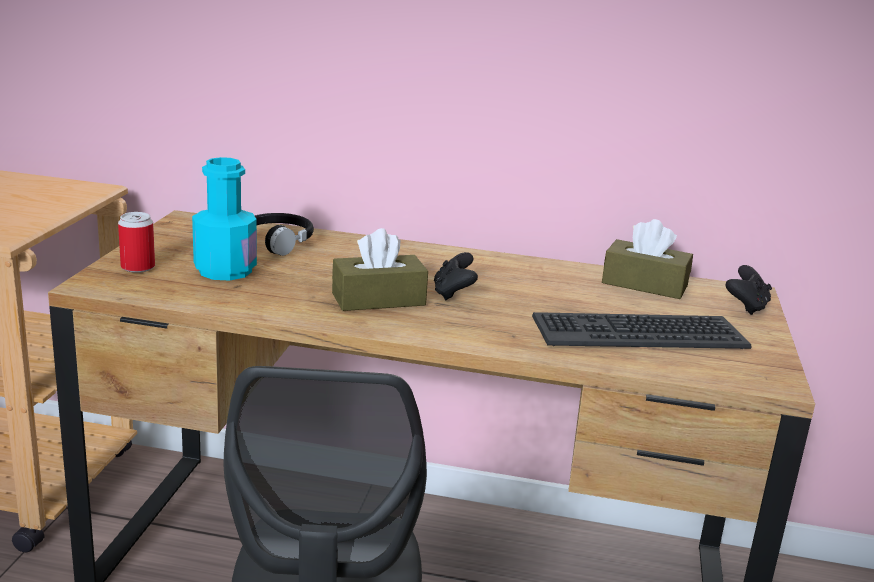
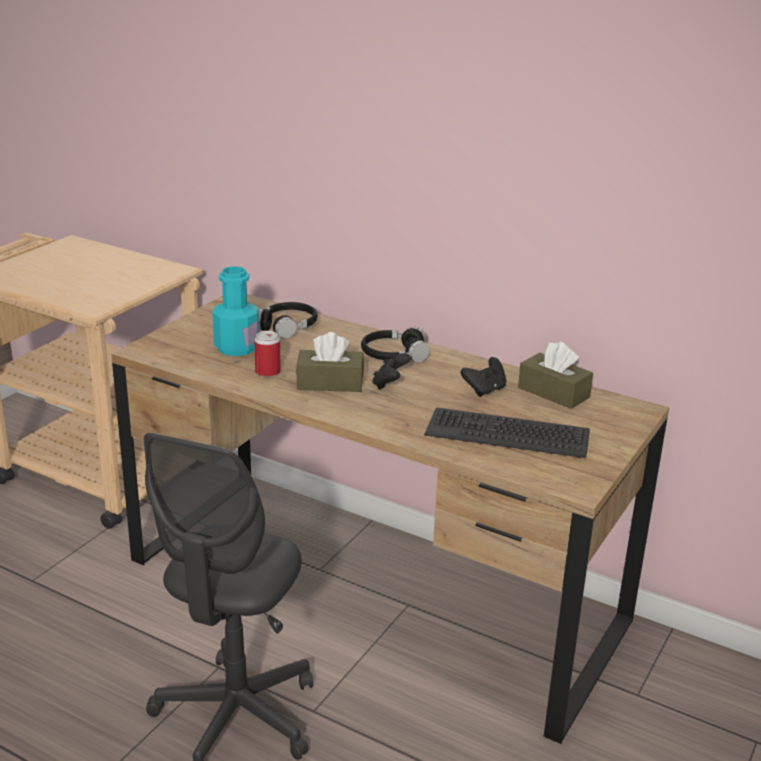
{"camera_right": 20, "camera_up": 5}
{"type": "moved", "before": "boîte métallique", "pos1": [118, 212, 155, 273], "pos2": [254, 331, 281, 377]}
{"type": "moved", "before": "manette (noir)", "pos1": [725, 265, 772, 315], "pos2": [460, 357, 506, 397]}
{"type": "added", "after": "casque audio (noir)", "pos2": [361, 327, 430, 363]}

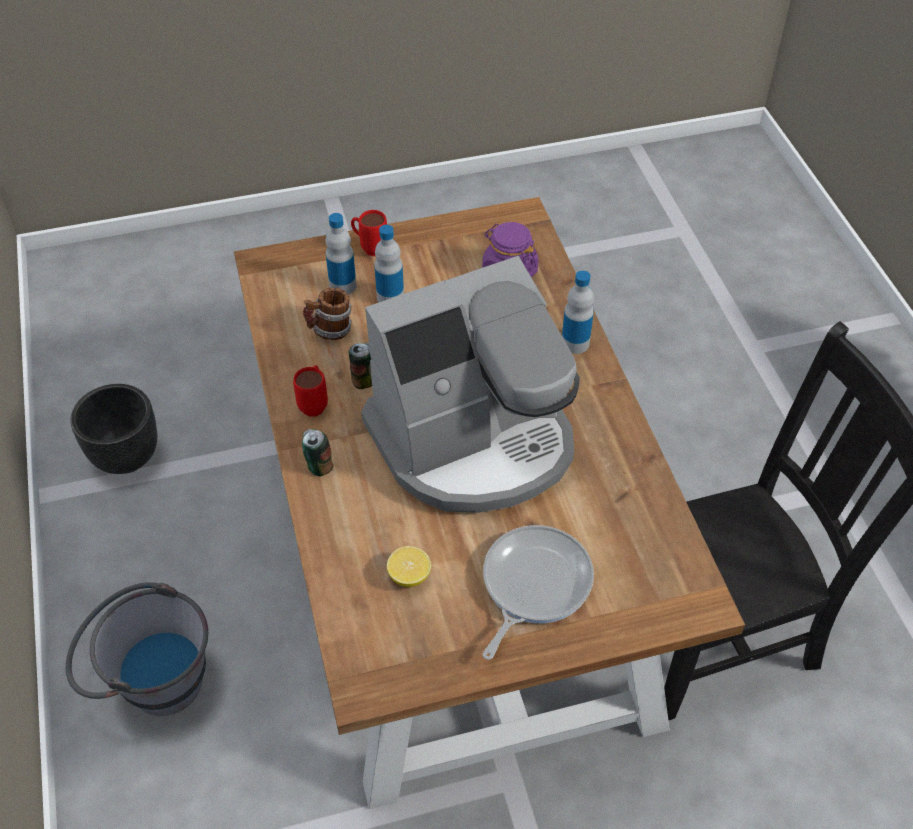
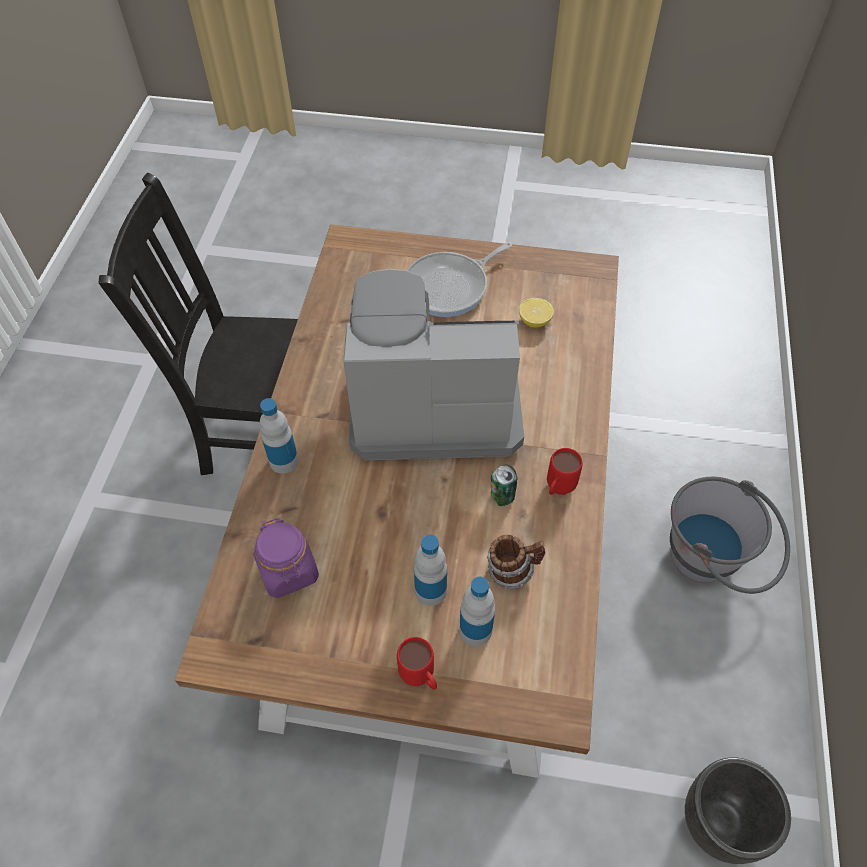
{"camera_right": -155, "camera_up": 5}
{"type": "removed", "before": "boîte métallique", "pos1": [302, 429, 333, 476]}

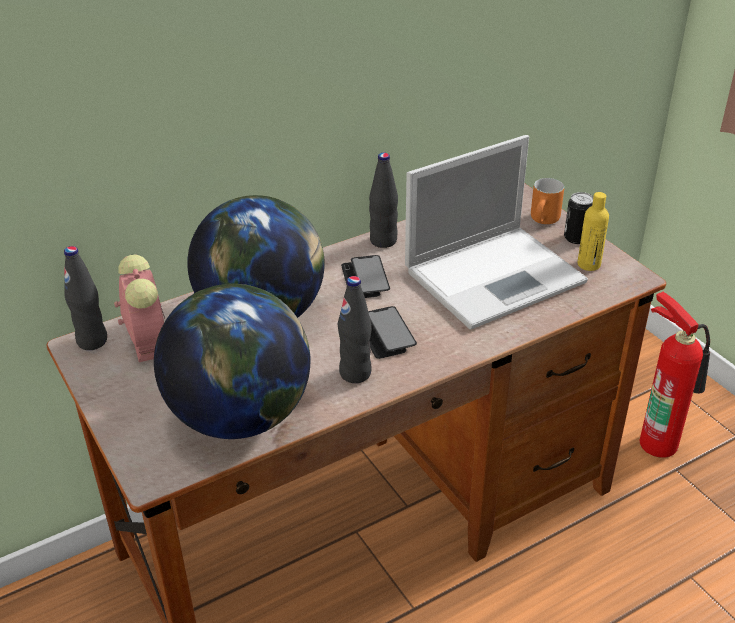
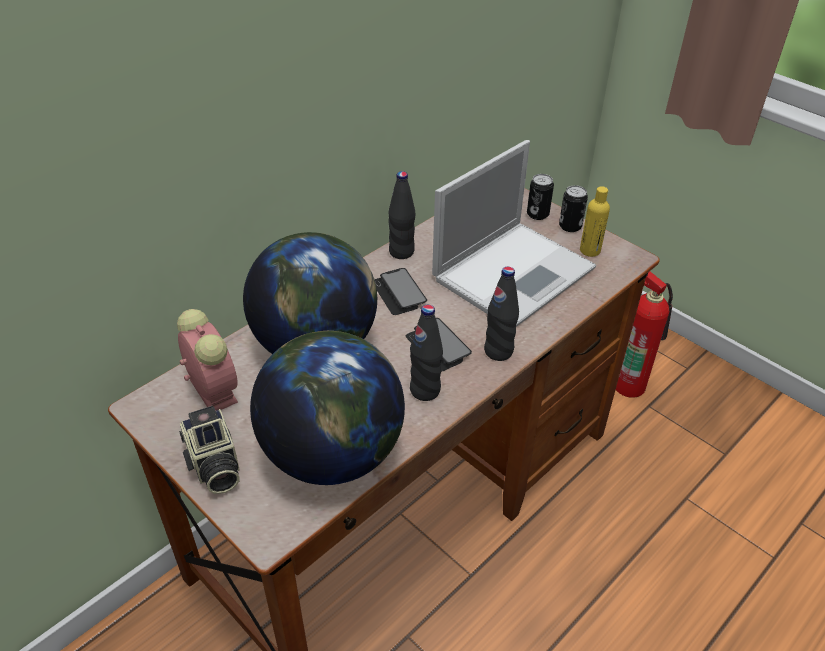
{"camera_right": -15, "camera_up": 5}
{"type": "moved", "before": "bouteille (noir)", "pos1": [64, 246, 107, 350], "pos2": [484, 267, 519, 361]}
{"type": "replaced", "before": "mug (orange)", "after": "boîte métallique", "pos1": [531, 178, 564, 224], "pos2": [527, 174, 554, 220]}
{"type": "added", "after": "appareil photo", "pos2": [179, 406, 240, 494]}

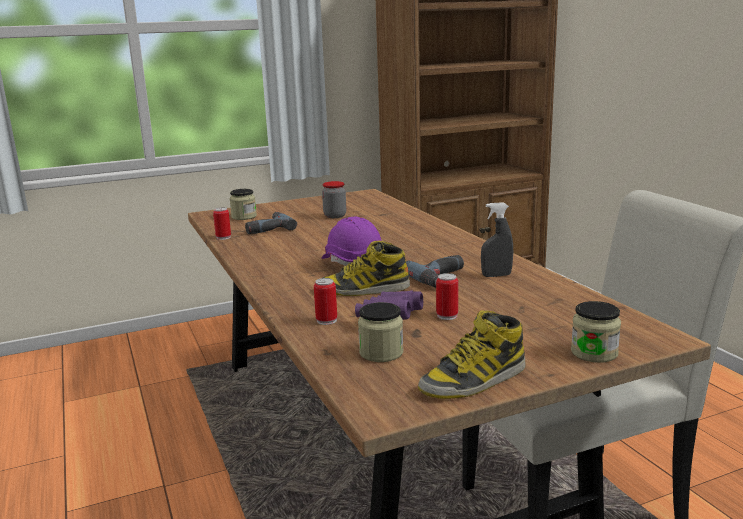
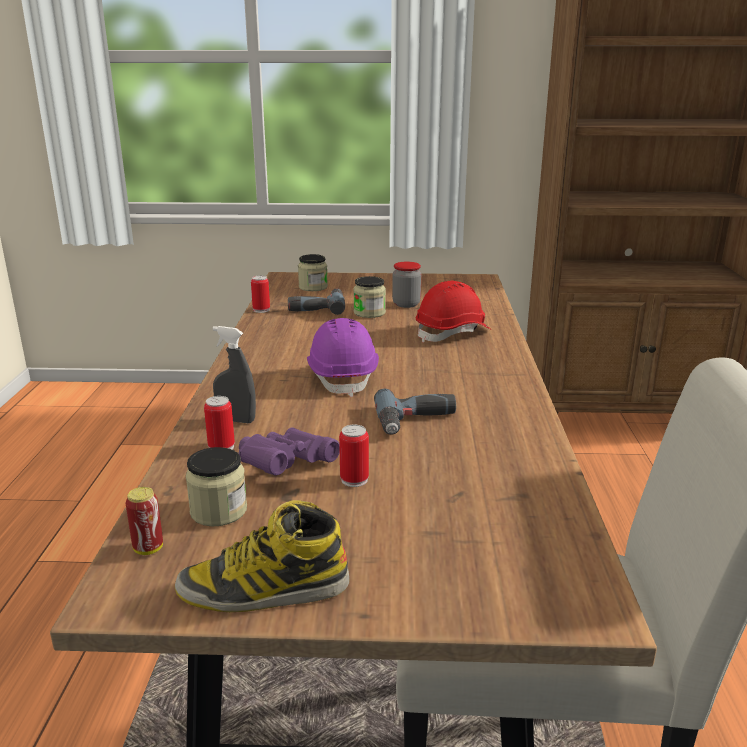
{"camera_right": 25, "camera_up": 5}
{"type": "removed", "before": "botte", "pos1": [323, 241, 410, 296]}
{"type": "moved", "before": "vaporisateur (gris)", "pos1": [481, 202, 513, 277], "pos2": [213, 326, 256, 423]}
{"type": "moved", "before": "bocal", "pos1": [571, 301, 621, 363], "pos2": [353, 276, 386, 318]}
{"type": "added", "after": "boîte métallique", "pos2": [126, 487, 163, 555]}
{"type": "added", "after": "casque de chantier (rouge)", "pos2": [416, 281, 491, 343]}

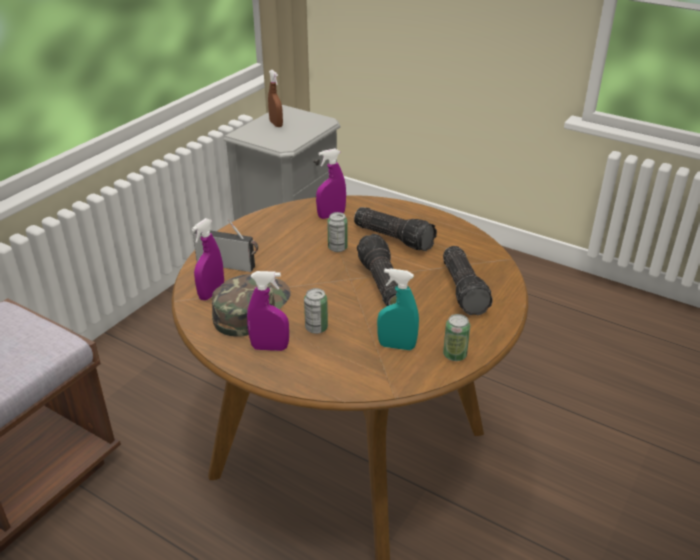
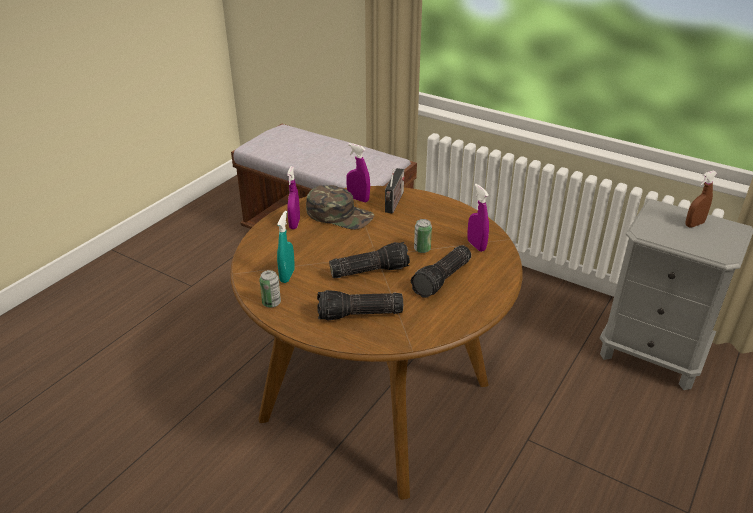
{"camera_right": 90, "camera_up": 0}
{"type": "removed", "before": "boîte métallique", "pos1": [304, 288, 328, 334]}

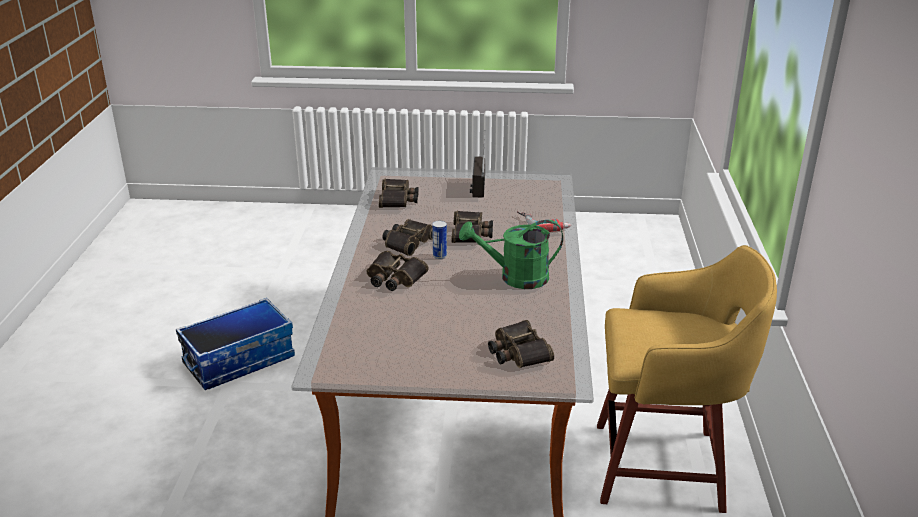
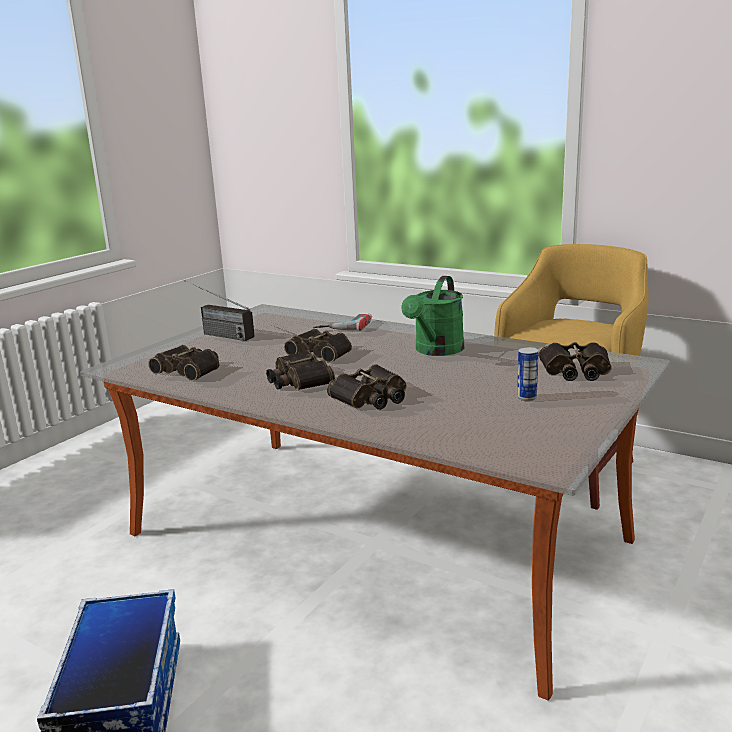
{"camera_right": -60, "camera_up": -10}
{"type": "moved", "before": "boîte métallique", "pos1": [432, 221, 447, 259], "pos2": [517, 347, 539, 401]}

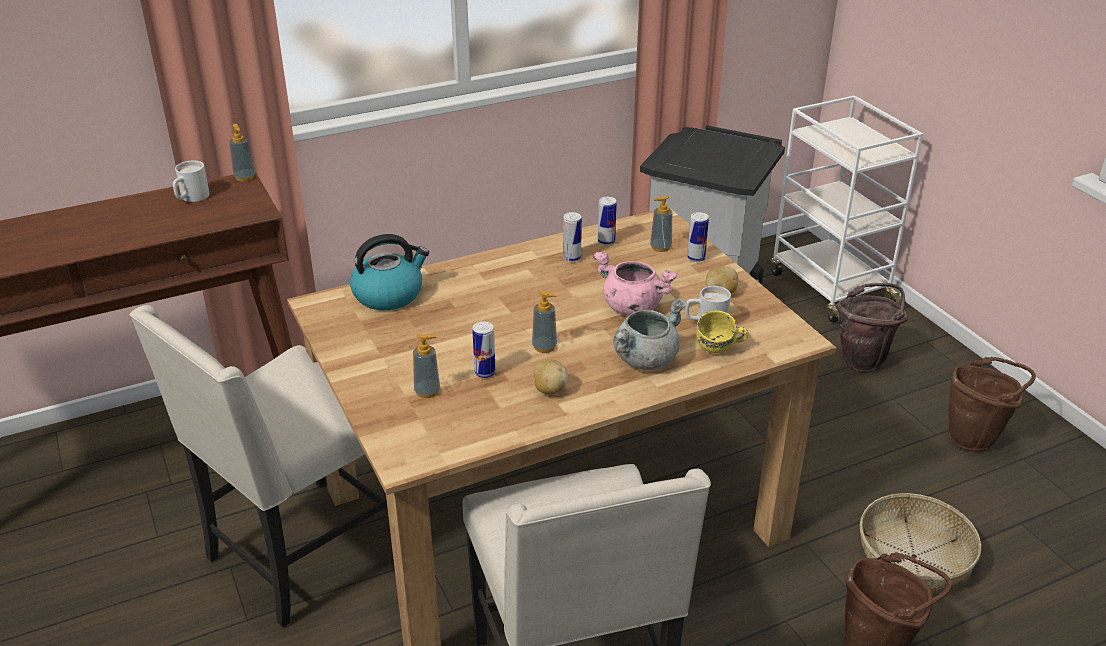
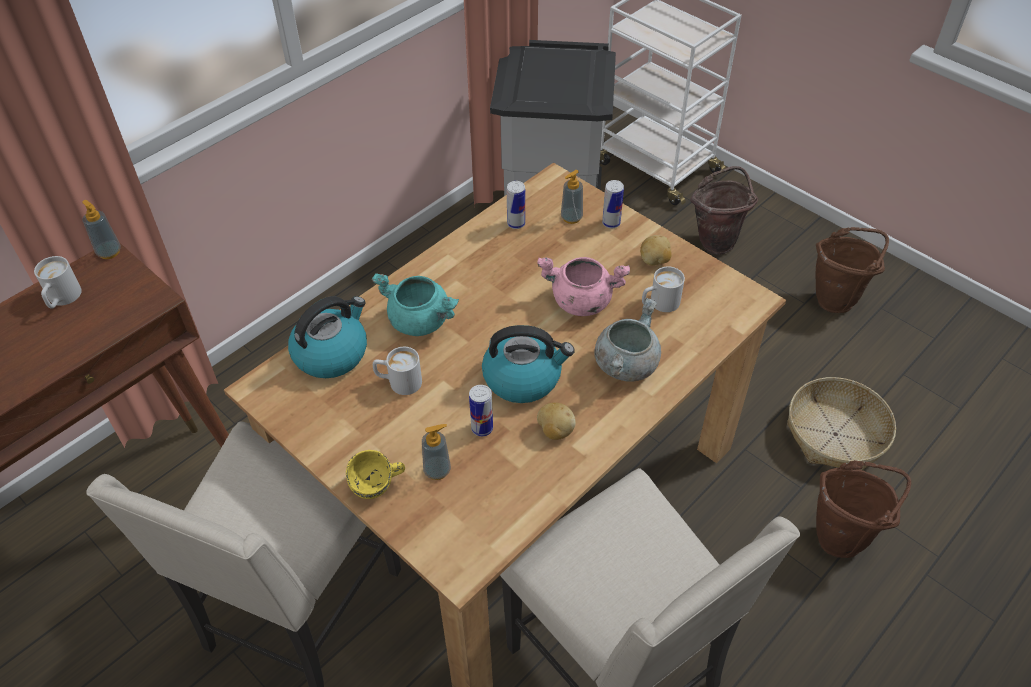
{"camera_right": -20, "camera_up": 15}
{"type": "replaced", "before": "distributeur de savon", "after": "bouilloire", "pos1": [532, 291, 557, 353], "pos2": [482, 325, 575, 403]}
{"type": "removed", "before": "boîte métallique", "pos1": [563, 212, 582, 262]}
{"type": "moved", "before": "mug (jaune)", "pos1": [696, 311, 748, 353], "pos2": [346, 450, 405, 499]}
{"type": "added", "after": "marmite (turquoise)", "pos2": [372, 273, 459, 336]}
{"type": "added", "after": "mug (blanc)", "pos2": [373, 347, 422, 395]}

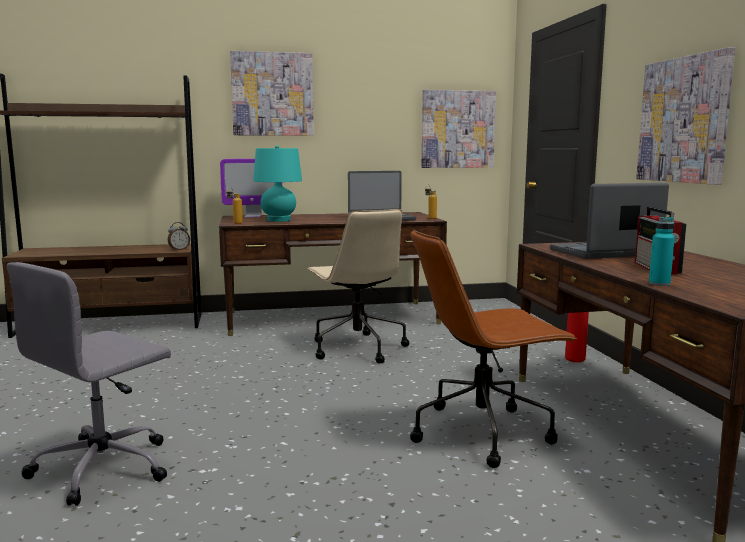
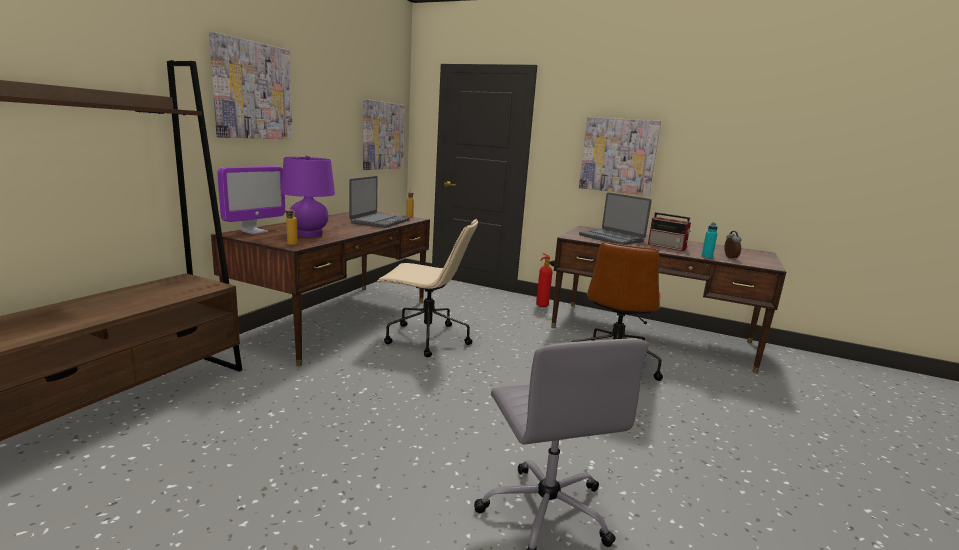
{"camera_right": -55, "camera_up": 5}
{"type": "moved", "before": "réveil", "pos1": [168, 222, 190, 251], "pos2": [724, 231, 741, 259]}
{"type": "recoloured", "before": "lampe de table (turquoise)", "after": "lampe de table (violet)", "pos1": [253, 145, 302, 222], "pos2": [281, 155, 335, 237]}
{"type": "turned", "before": "ordinateur portable", "pos1": [550, 183, 669, 259], "pos2": [579, 192, 652, 245], "turn": -60}

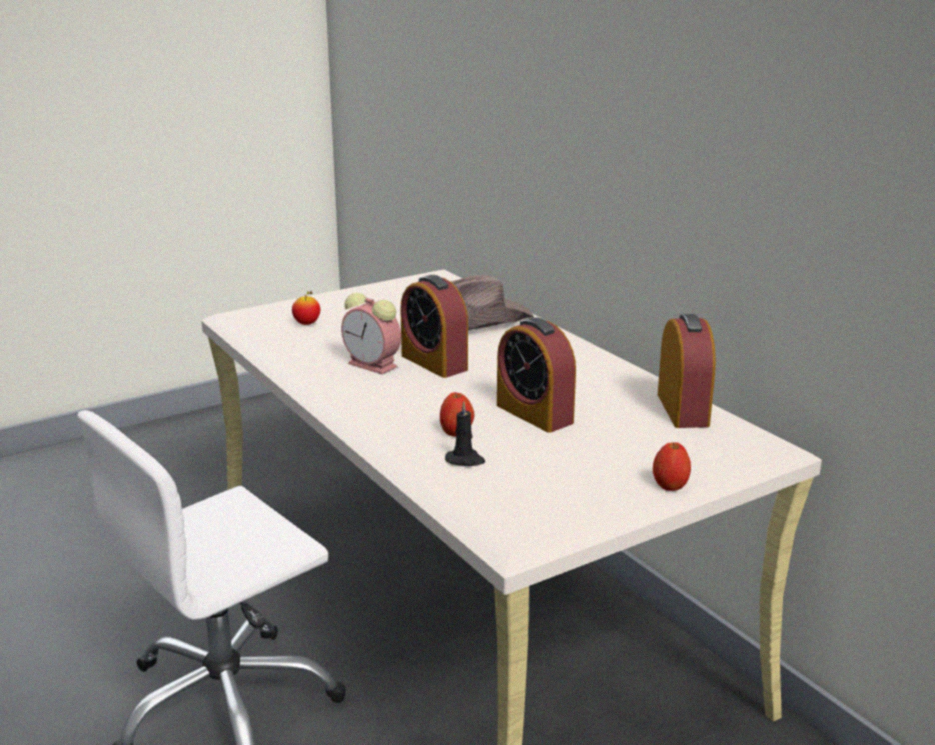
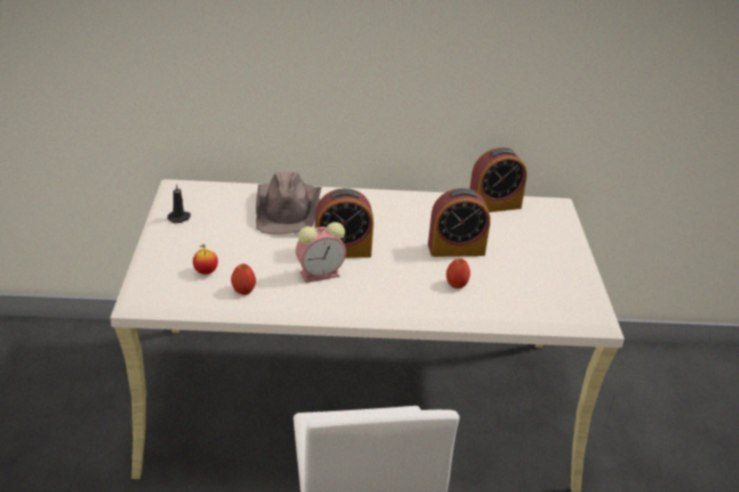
{"camera_right": -60, "camera_up": 10}
{"type": "moved", "before": "bougie (noir)", "pos1": [445, 401, 485, 466], "pos2": [167, 184, 191, 223]}
{"type": "moved", "before": "pomme", "pos1": [653, 442, 691, 491], "pos2": [231, 264, 256, 295]}
{"type": "turned", "before": "réveil", "pos1": [658, 314, 716, 428], "pos2": [470, 148, 527, 212], "turn": 135}

